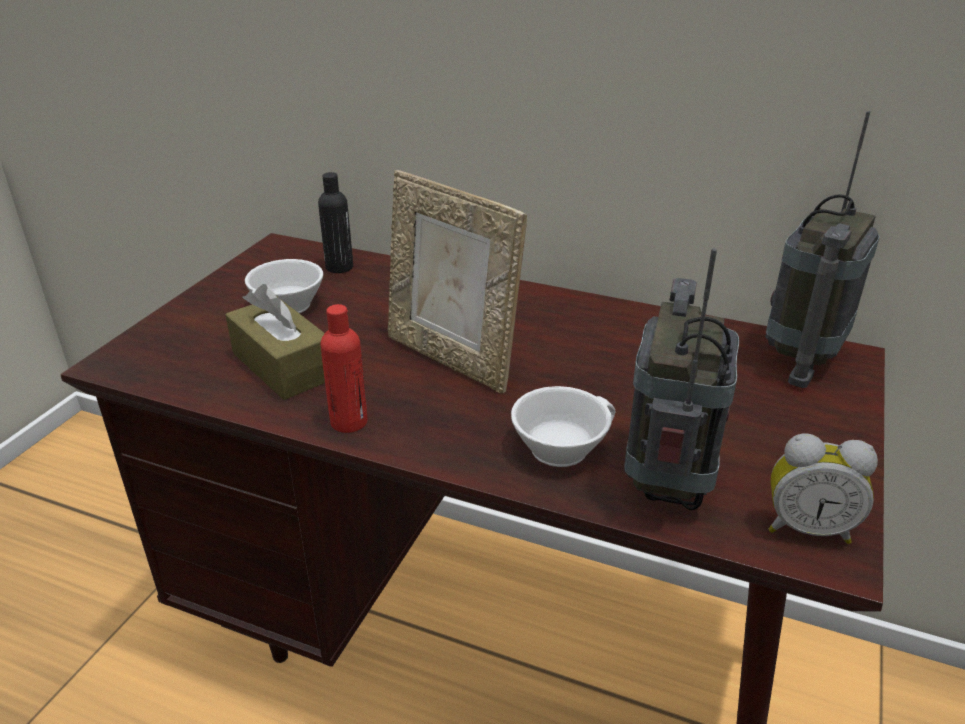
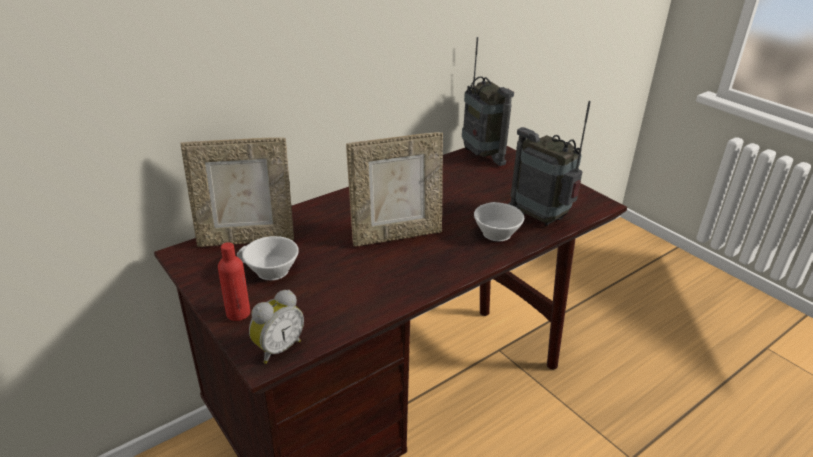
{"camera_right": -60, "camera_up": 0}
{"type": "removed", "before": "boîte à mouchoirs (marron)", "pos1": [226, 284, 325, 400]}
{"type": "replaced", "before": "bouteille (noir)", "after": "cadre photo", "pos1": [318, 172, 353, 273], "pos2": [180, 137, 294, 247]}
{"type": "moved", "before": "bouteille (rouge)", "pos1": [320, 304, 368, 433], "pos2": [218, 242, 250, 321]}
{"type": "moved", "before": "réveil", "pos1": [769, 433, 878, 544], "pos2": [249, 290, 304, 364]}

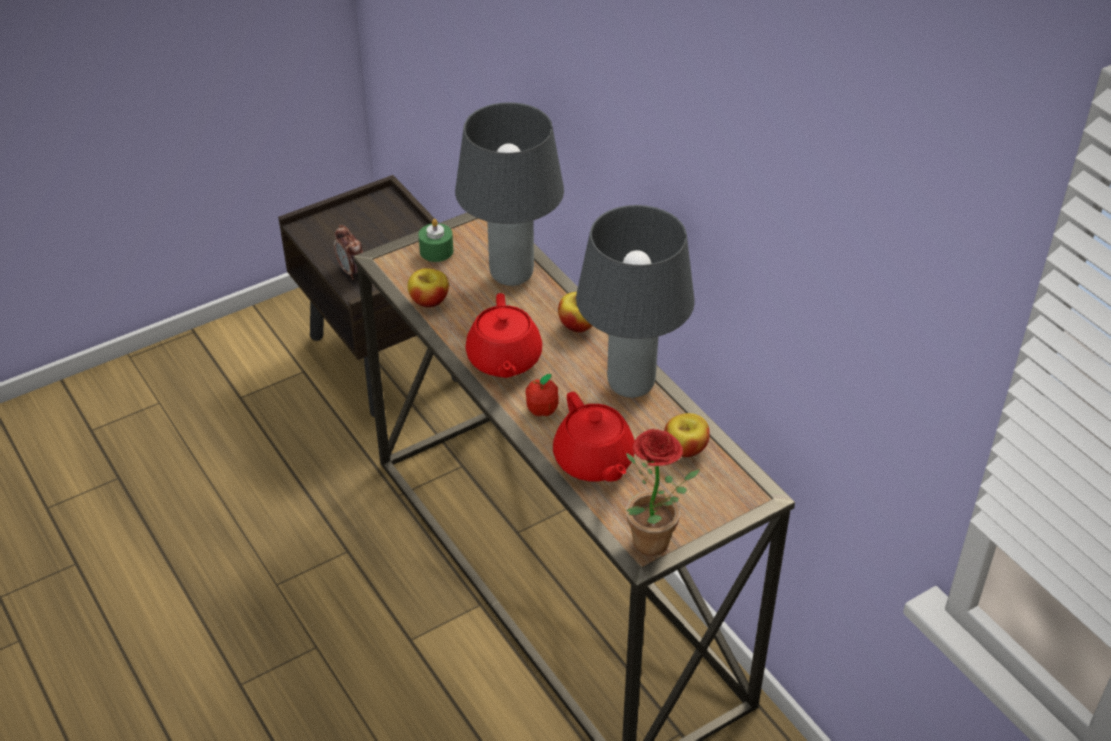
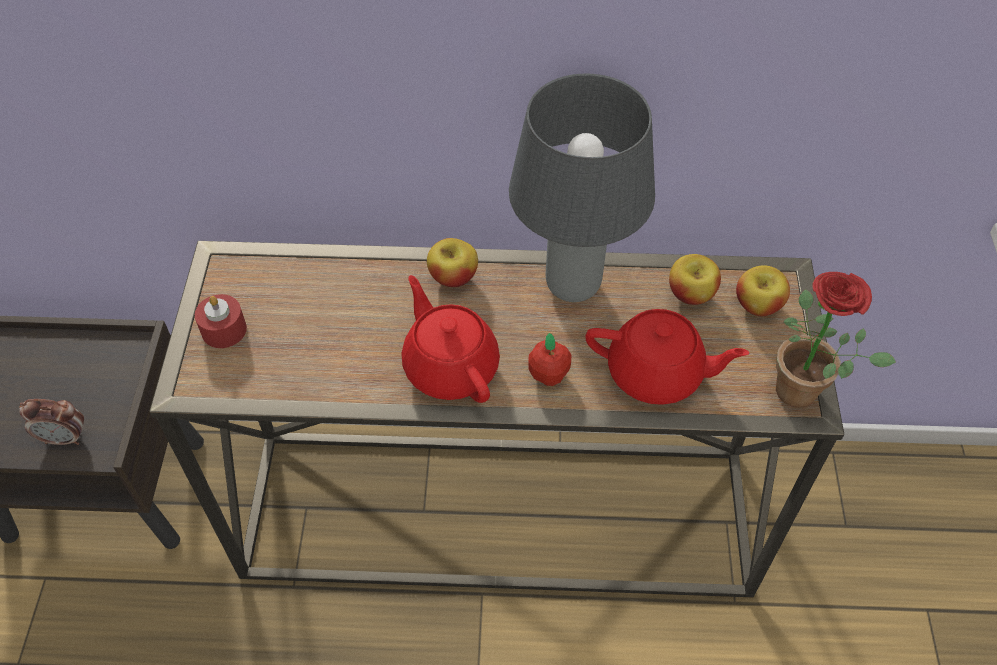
{"camera_right": -55, "camera_up": 10}
{"type": "moved", "before": "pomme", "pos1": [407, 268, 449, 307], "pos2": [736, 265, 790, 316]}
{"type": "recoloured", "before": "bougie (vert)", "after": "bougie (rouge)", "pos1": [419, 219, 453, 262], "pos2": [195, 294, 247, 348]}
{"type": "removed", "before": "lampe de table (gris)", "pos1": [455, 102, 564, 286]}
{"type": "turned", "before": "théière (rouge)", "pos1": [466, 293, 542, 378], "pos2": [402, 275, 500, 403], "turn": -150}

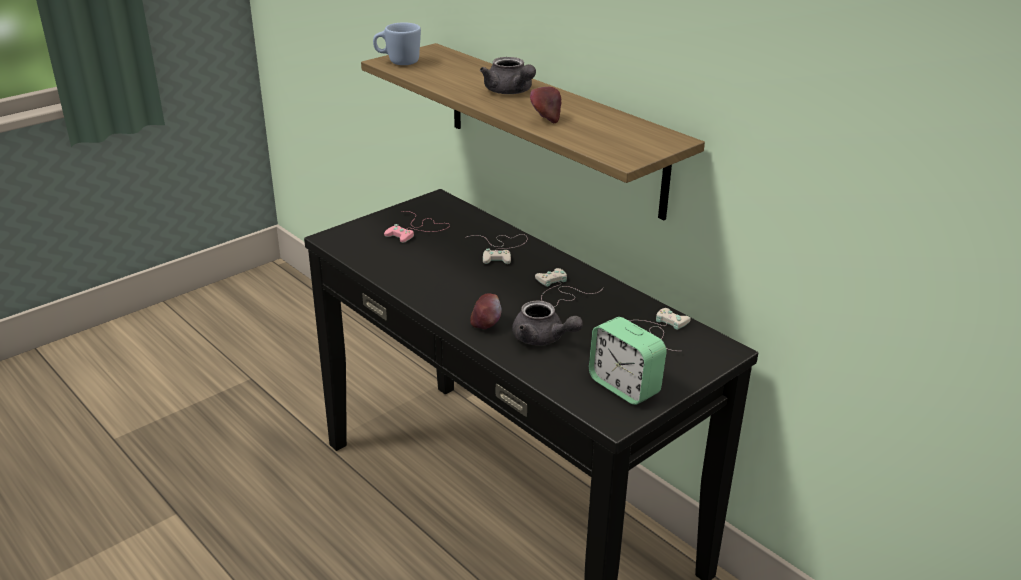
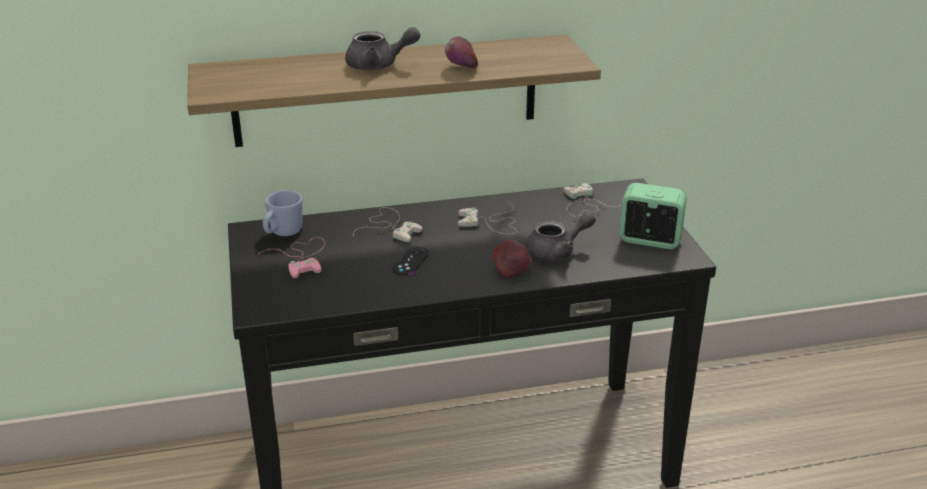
{"camera_right": -60, "camera_up": 0}
{"type": "moved", "before": "mug (bleu)", "pos1": [373, 23, 421, 65], "pos2": [263, 190, 303, 236]}
{"type": "turned", "before": "réveil", "pos1": [589, 317, 667, 405], "pos2": [619, 183, 687, 249], "turn": -150}
{"type": "added", "after": "manette (noir)", "pos2": [392, 247, 429, 275]}

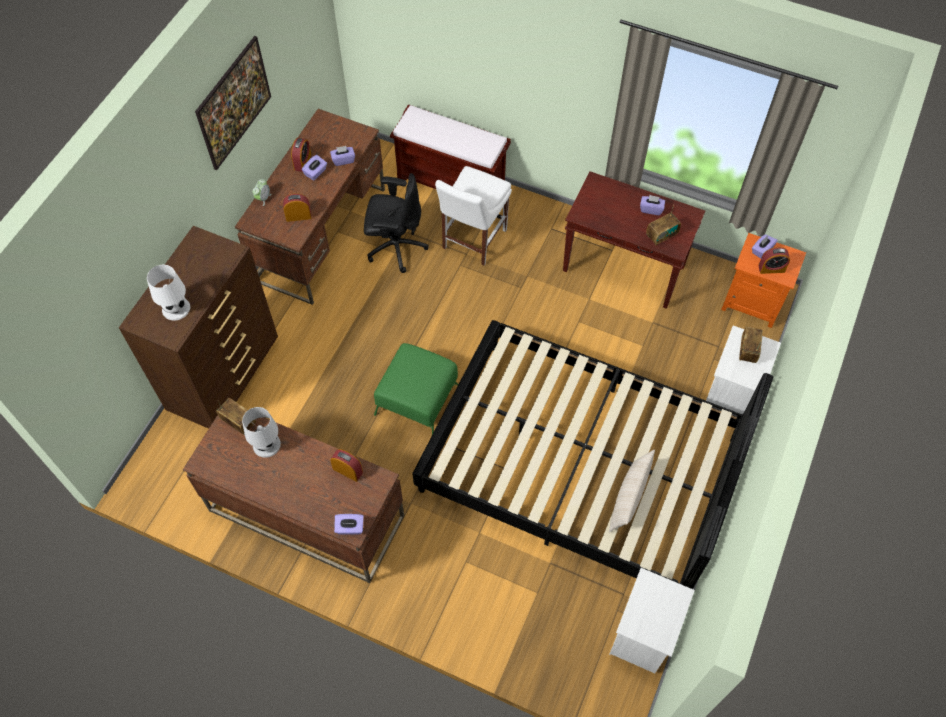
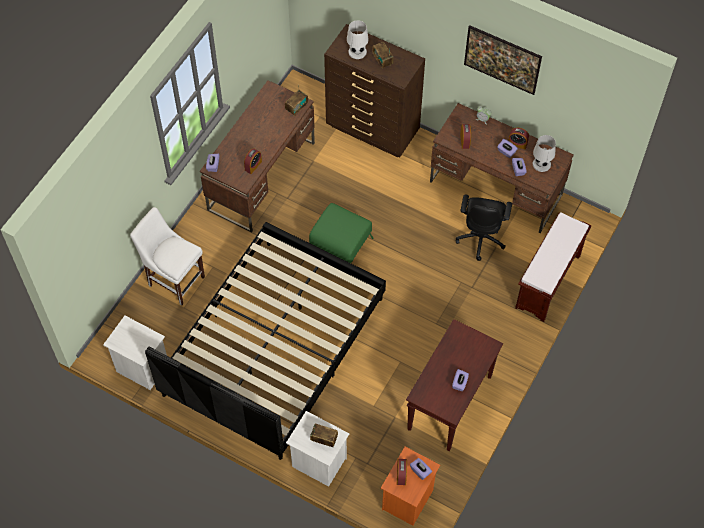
{"camera_right": 95, "camera_up": 0}
{"type": "moved", "before": "lampe de table (blanc)", "pos1": [242, 407, 281, 458], "pos2": [533, 135, 556, 172]}
{"type": "moved", "before": "chaise (blanc)", "pos1": [435, 166, 512, 266], "pos2": [130, 207, 205, 306]}
{"type": "removed", "before": "coussin (beige)", "pos1": [609, 450, 655, 532]}
{"type": "moved", "before": "radio", "pos1": [646, 205, 681, 245], "pos2": [372, 42, 393, 69]}

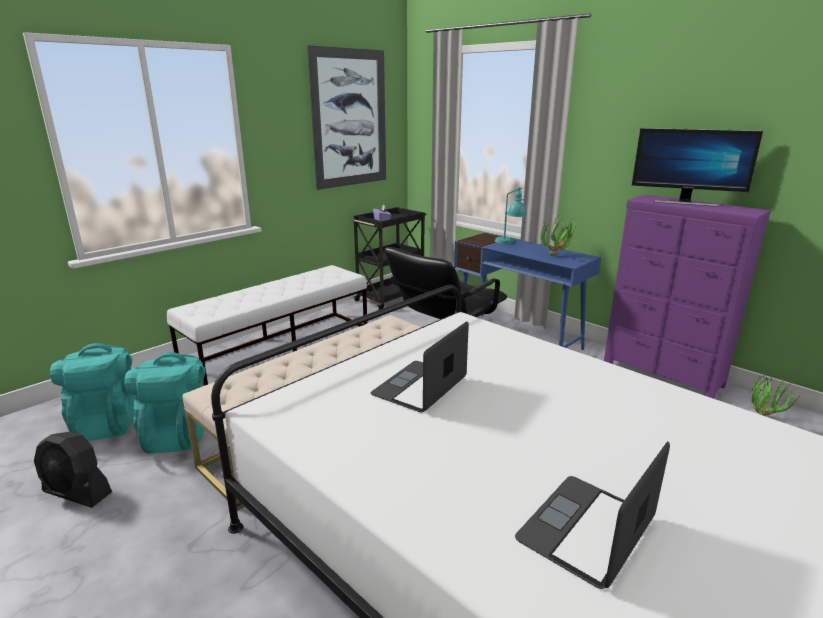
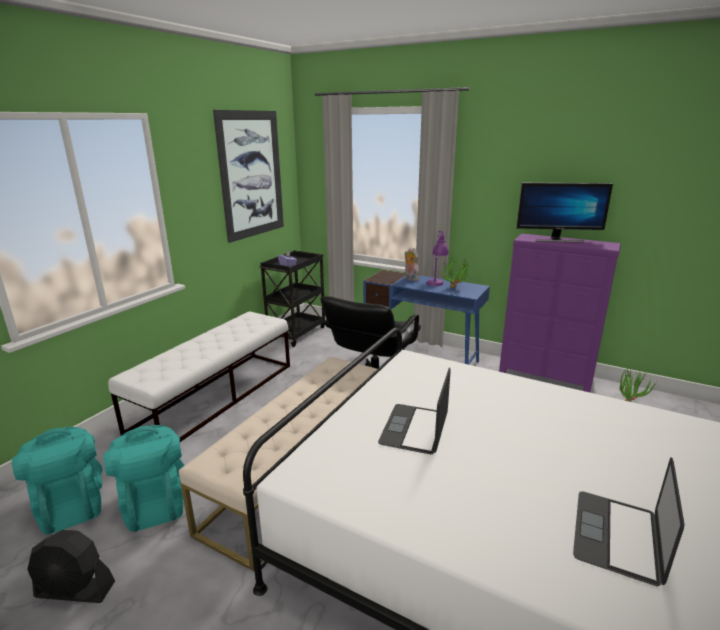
{"camera_right": -15, "camera_up": 0}
{"type": "replaced", "before": "lampe de table (turquoise)", "after": "peluche", "pos1": [495, 187, 527, 244], "pos2": [404, 247, 420, 281]}
{"type": "added", "after": "lampe de table (violet)", "pos2": [426, 231, 449, 286]}

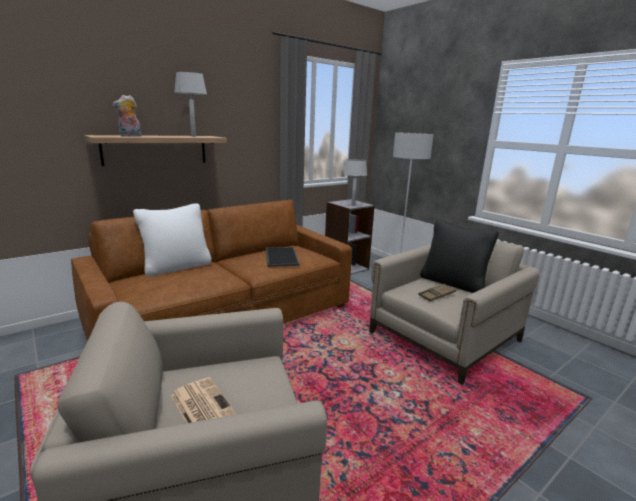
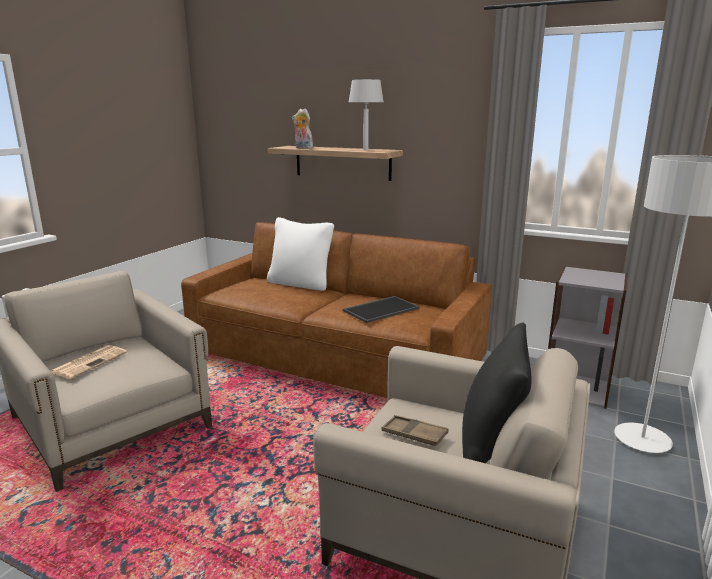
{"camera_right": 65, "camera_up": 0}
{"type": "removed", "before": "lampe de table (gris)", "pos1": [343, 159, 367, 206]}

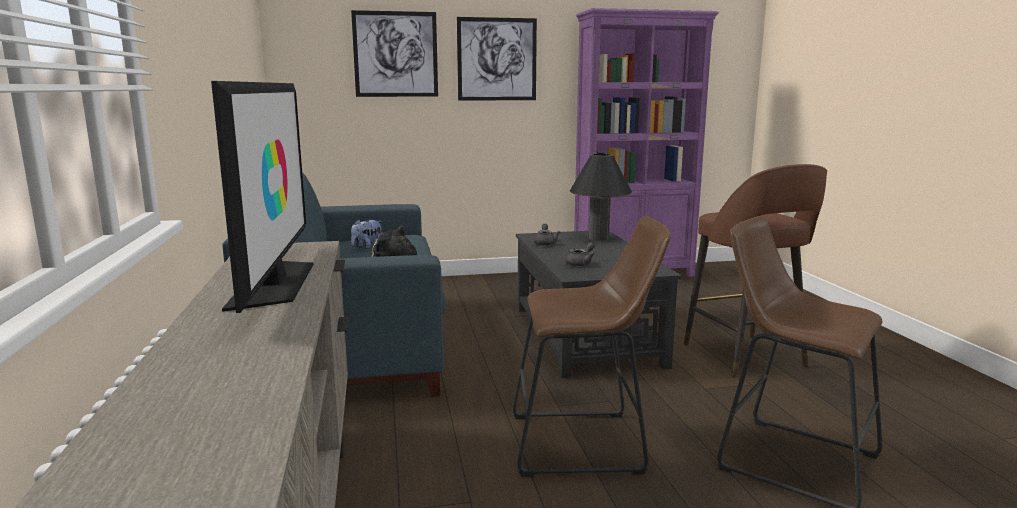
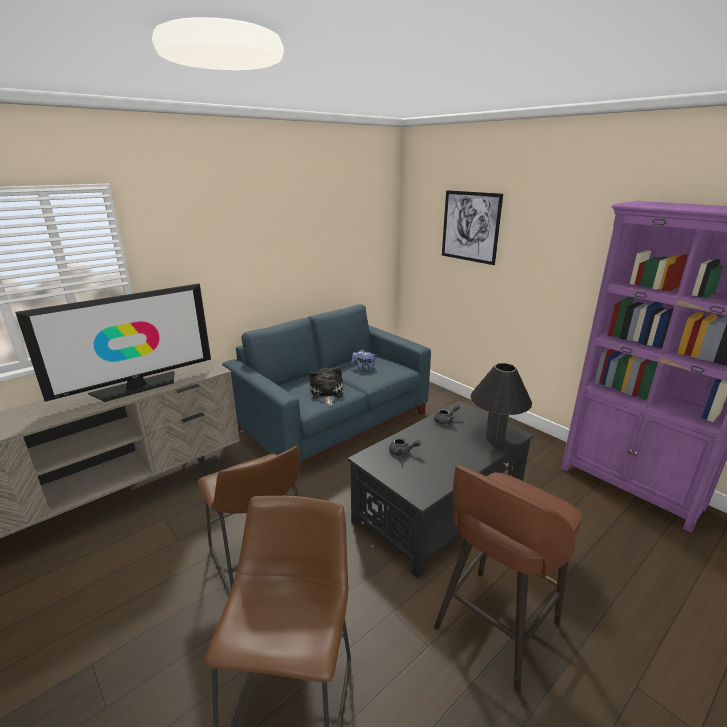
{"camera_right": 60, "camera_up": 10}
{"type": "removed", "before": "tableau", "pos1": [457, 17, 537, 101]}

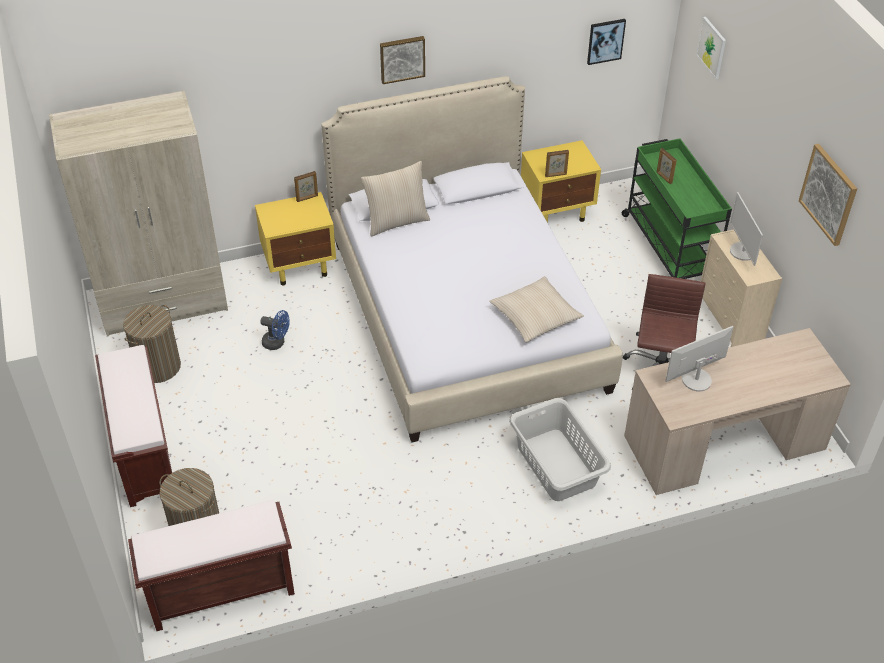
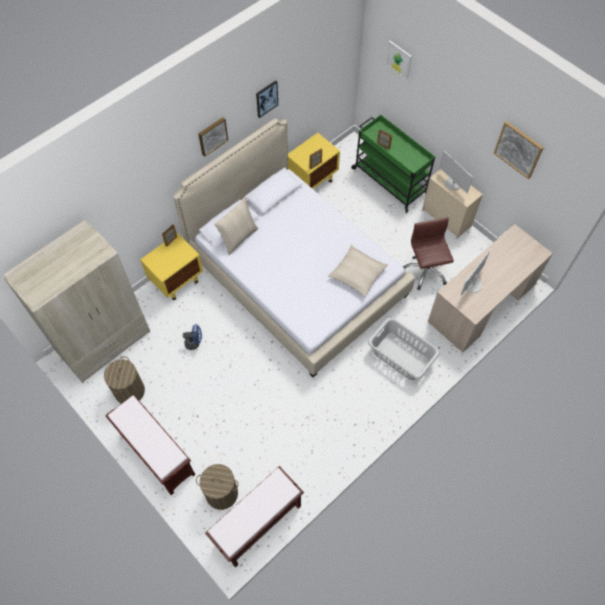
{"camera_right": -25, "camera_up": 15}
{"type": "moved", "before": "tableau", "pos1": [587, 19, 626, 65], "pos2": [256, 81, 278, 118]}

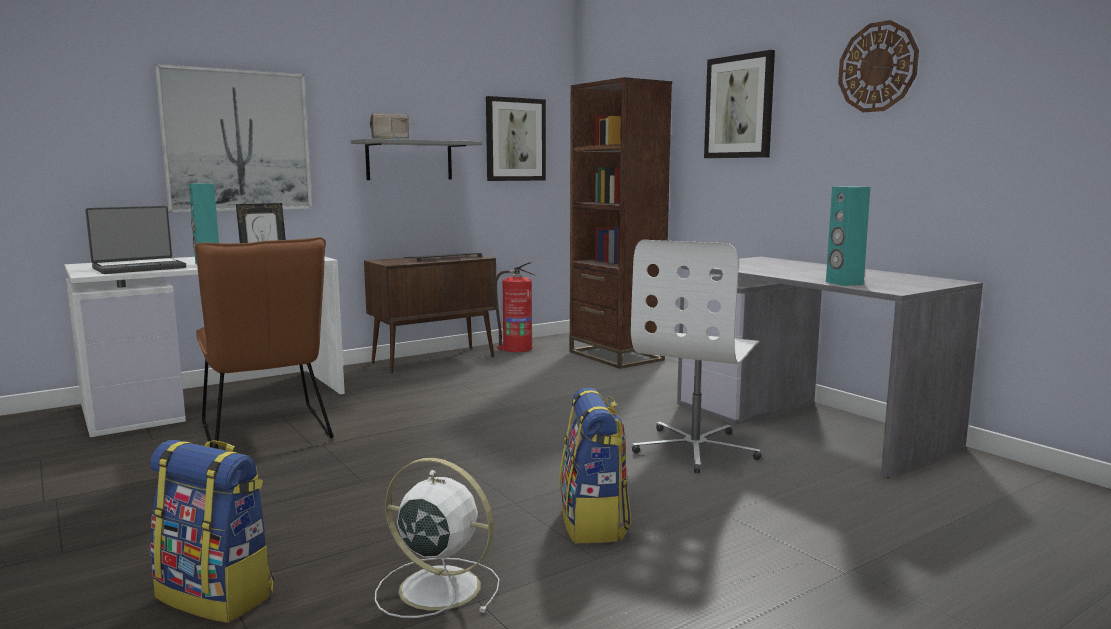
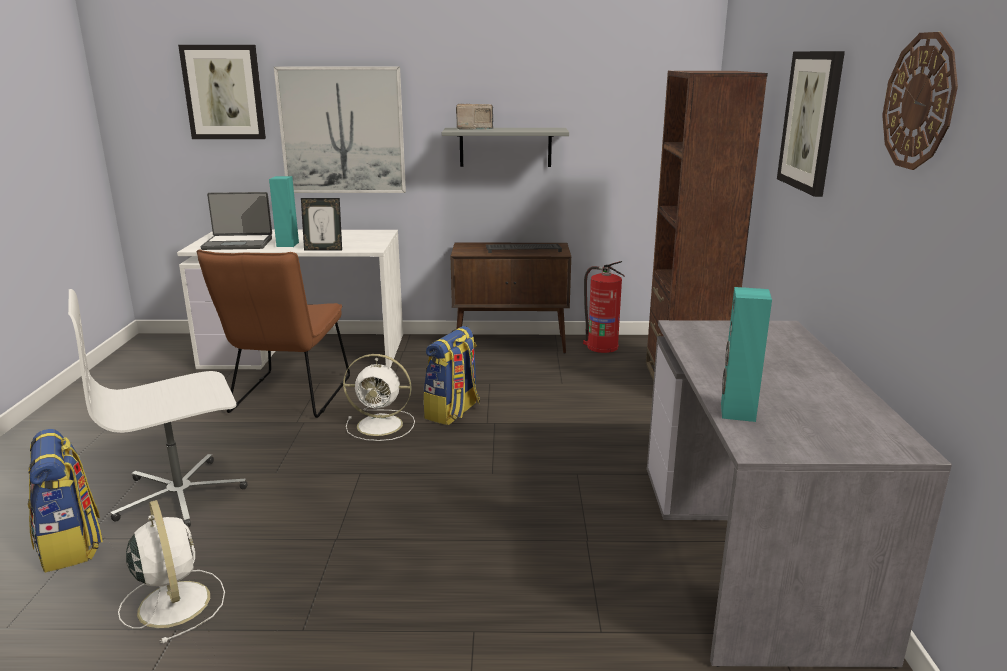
{"camera_right": 35, "camera_up": 10}
{"type": "moved", "before": "tableau", "pos1": [486, 96, 546, 181], "pos2": [178, 45, 266, 139]}
{"type": "moved", "before": "sac à dos", "pos1": [559, 387, 631, 543], "pos2": [423, 326, 480, 425]}
{"type": "moved", "before": "chaise de bureau (blanc)", "pos1": [631, 240, 761, 473], "pos2": [68, 289, 247, 528]}
{"type": "added", "after": "ventilateur (blanc)", "pos2": [343, 354, 415, 441]}

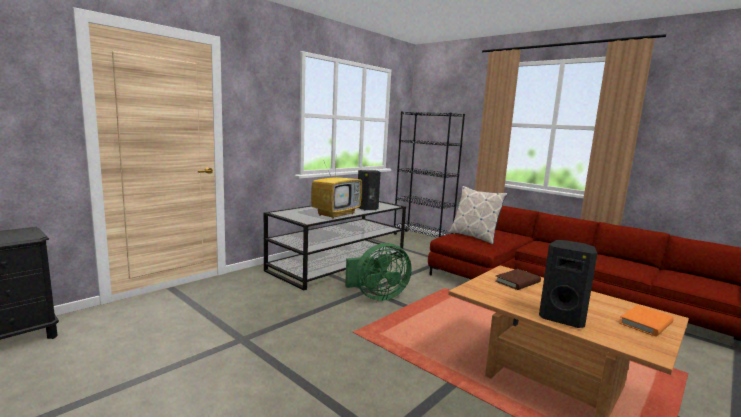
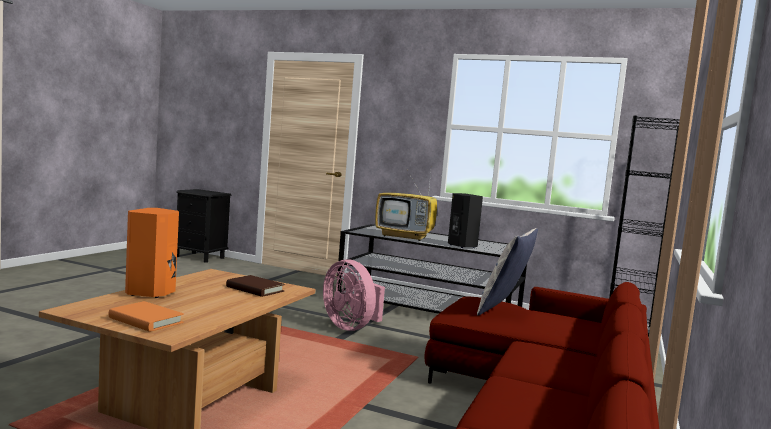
{"camera_right": 70, "camera_up": -5}
{"type": "recoloured", "before": "ventilateur (vert)", "after": "ventilateur (rose)", "pos1": [345, 243, 412, 301], "pos2": [323, 259, 385, 331]}
{"type": "recoloured", "before": "enceinte (noir)", "after": "enceinte (orange)", "pos1": [539, 240, 597, 328], "pos2": [125, 208, 179, 298]}

